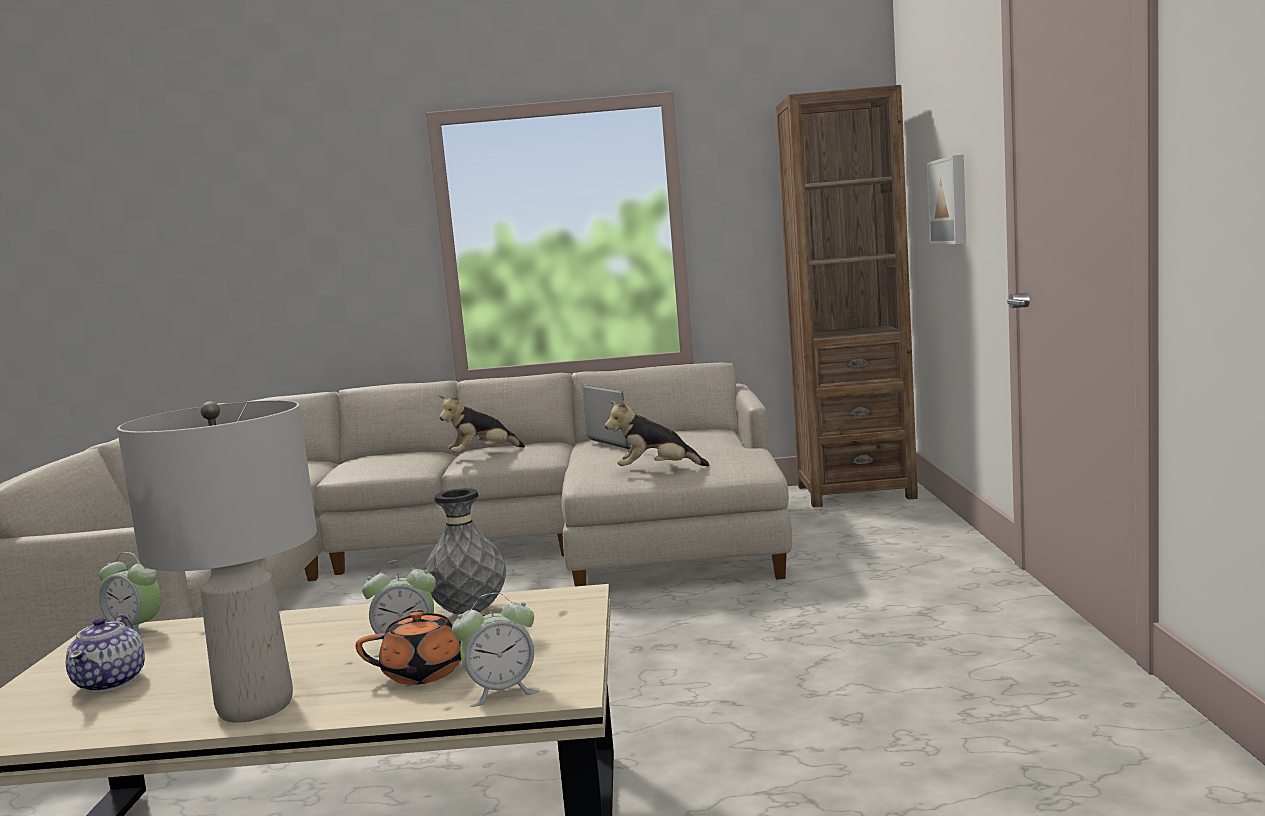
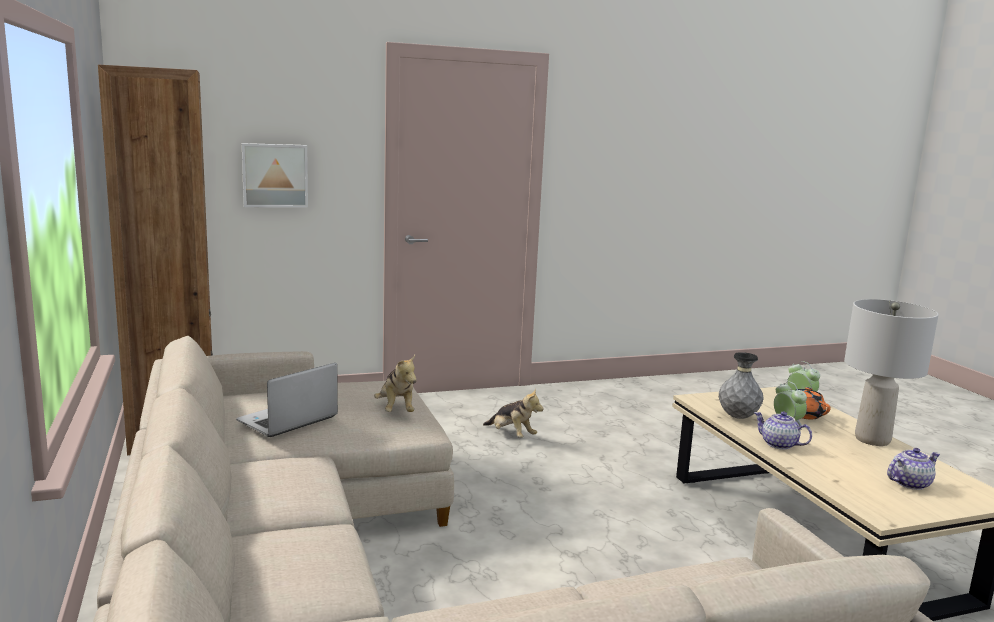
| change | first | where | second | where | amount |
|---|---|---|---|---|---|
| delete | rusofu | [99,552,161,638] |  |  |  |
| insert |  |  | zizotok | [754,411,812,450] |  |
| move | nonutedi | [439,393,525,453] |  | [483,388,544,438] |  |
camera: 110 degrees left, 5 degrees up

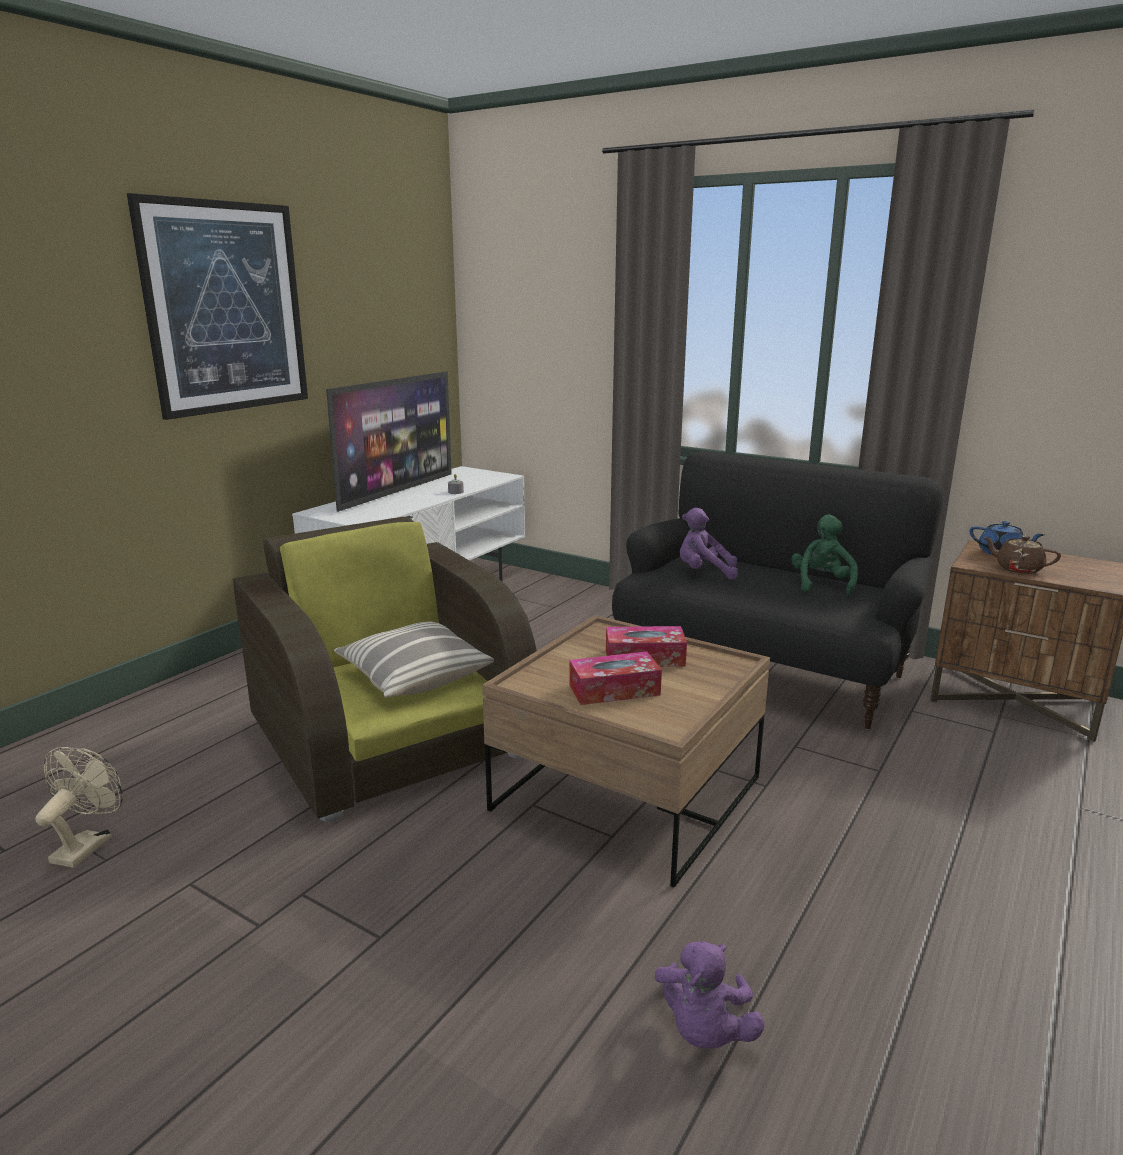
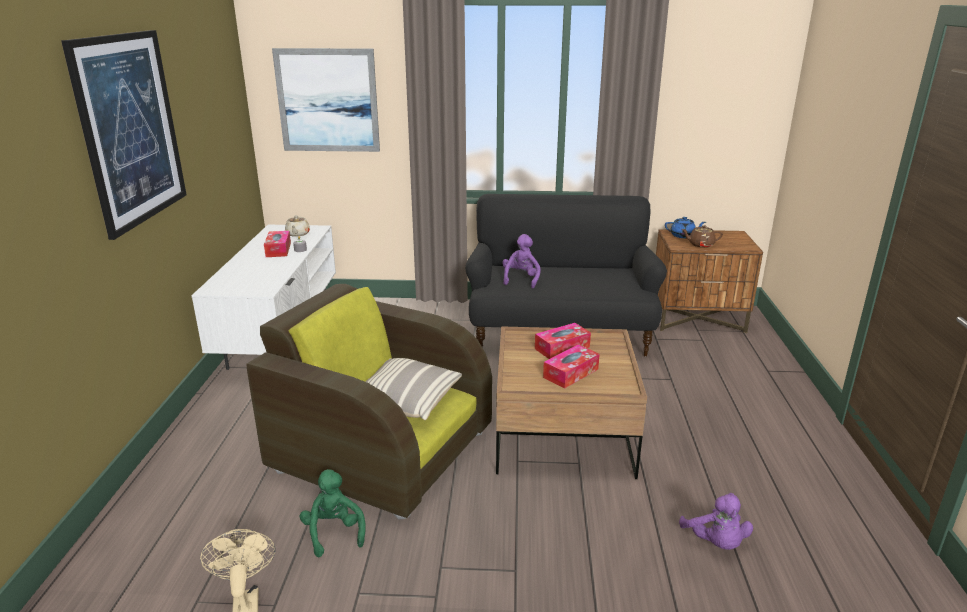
| change | first | where | second | where | amount |
|---|---|---|---|---|---|
| delete | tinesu | [326,371,452,512] |  |  |  |
| insert |  |  | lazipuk | [264,231,291,257] |  |
| insert |  |  | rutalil | [272,48,380,152] |  |
| insert |  |  | beige_zizotok | [285,215,310,237] |  |
| move | green_nonutedi | [791,514,858,596] |  | [300,469,365,557] |  |
| rotate | purple_nonutedi | [680,508,738,580] |  | [502,234,541,288] | 120 degrees clockwise |
camera: 30 degrees left, 5 degrees up

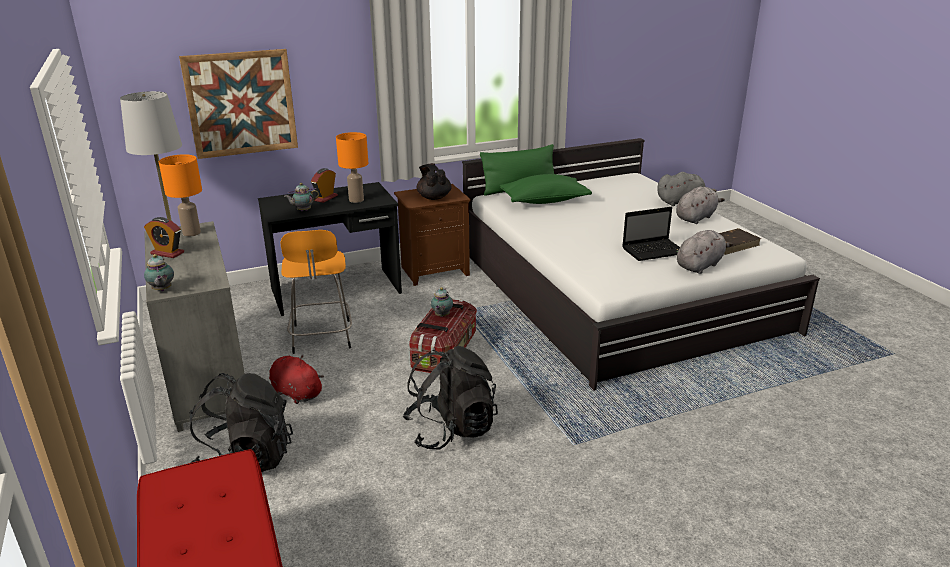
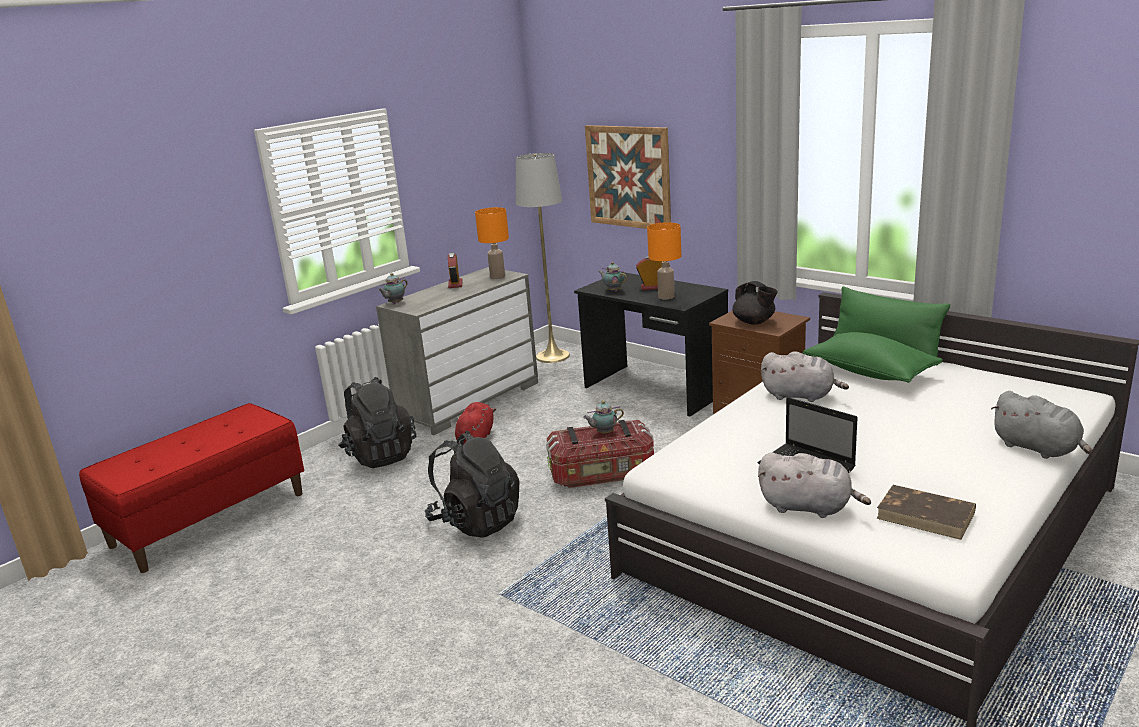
| change | first | where | second | where | amount |
|---|---|---|---|---|---|
| delete | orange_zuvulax | [281,230,352,354] |  |  |  |
| move | grey_nonutedi | [676,187,725,224] |  | [761,351,849,402] |  |
| rotate | black_zizotok | [417,163,451,200] |  | [732,281,777,325] | 105 degrees clockwise |
camera: 65 degrees right, 5 degrees down

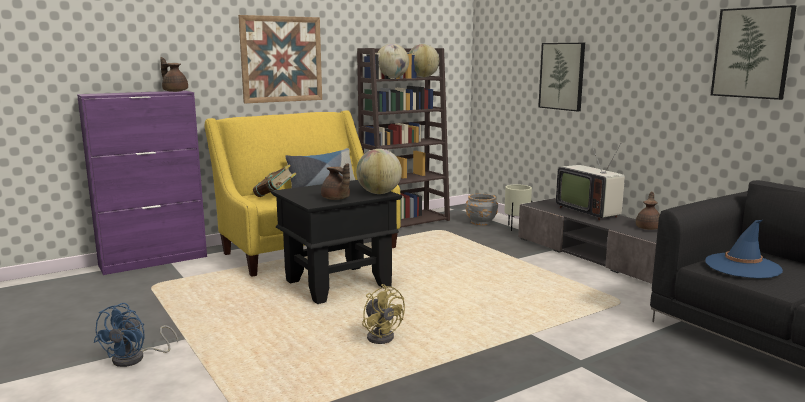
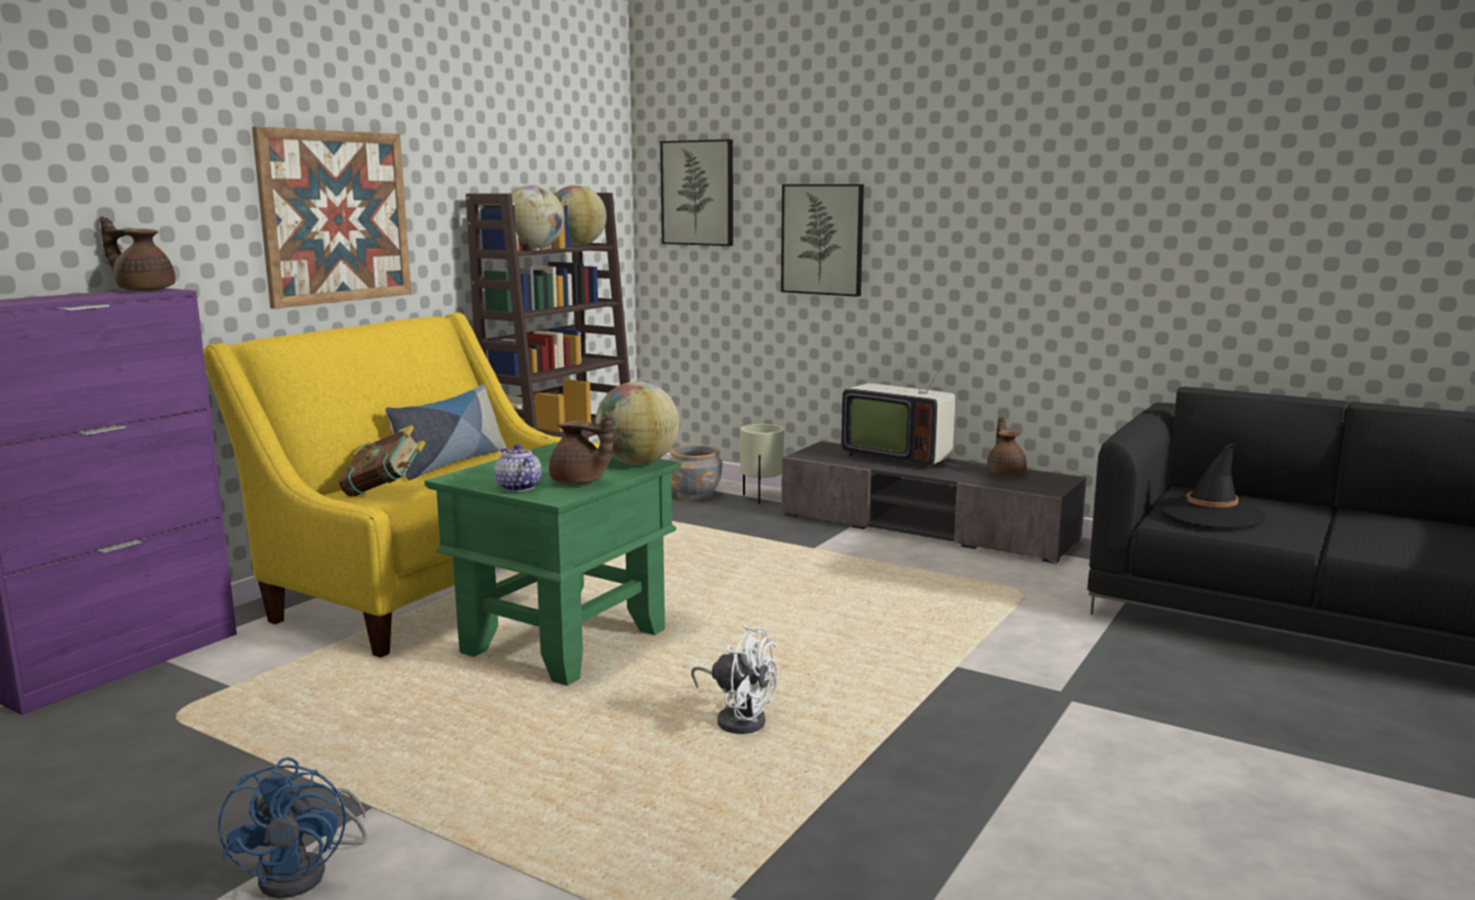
| change | first | where | second | where | amount |
|---|---|---|---|---|---|
| insert |  |  | zizotok | [495,444,542,492] |  |
| move | rutalil | [711,5,797,100] |  | [660,139,733,246] |  |
| recolor | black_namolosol | [271,180,402,304] | green_namolosol | [424,442,681,686] |  |
| recolor | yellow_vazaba | [362,284,405,344] | white_vazaba | [691,625,778,734] |  |
| recolor | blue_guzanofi | [705,220,783,279] | black_guzanofi | [1159,443,1266,528] |  |
camera: 25 degrees left, 0 degrees up

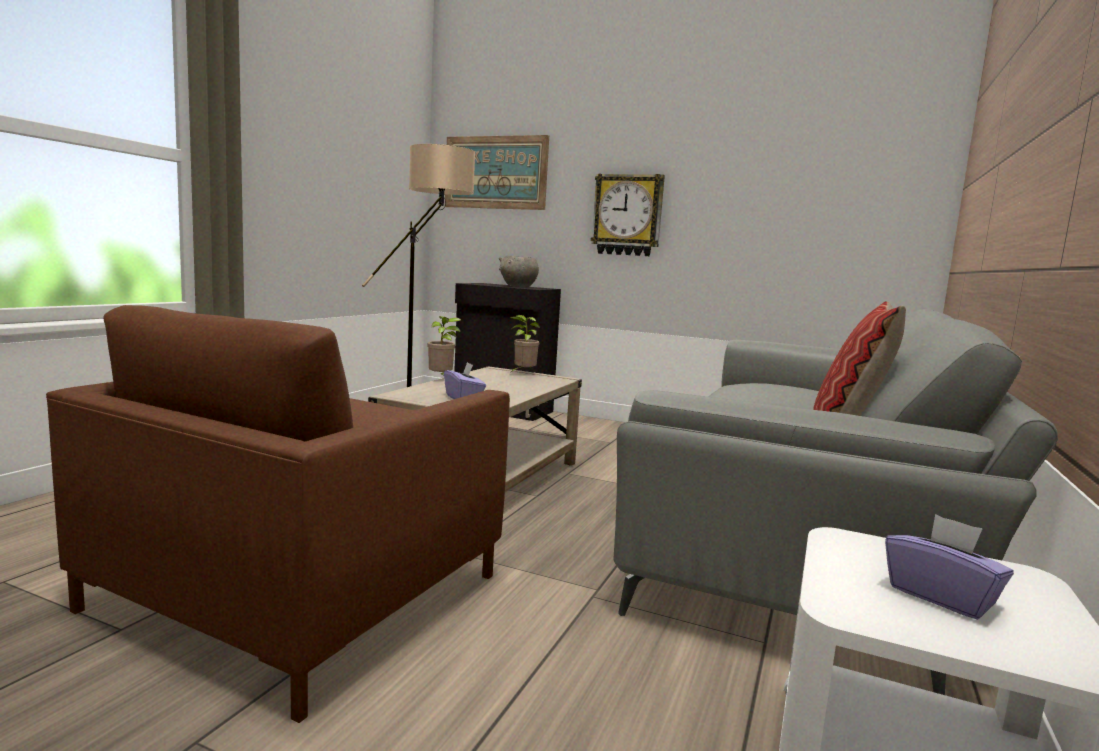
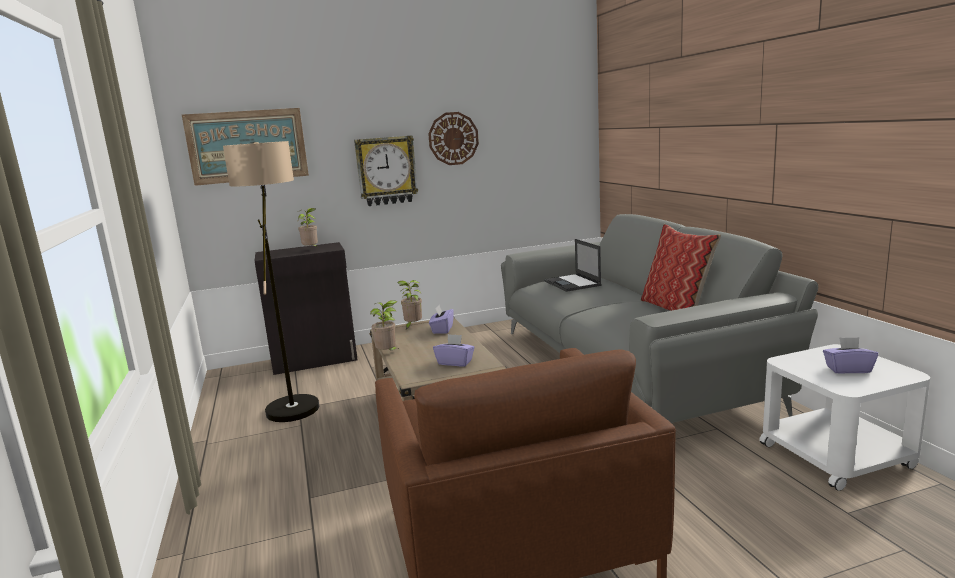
| change | first | where | second | where | amount |
|---|---|---|---|---|---|
| insert |  |  | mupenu | [428,112,479,165] |  |
| insert |  |  | purple_lazipuk | [429,305,454,334] |  |
| insert |  |  | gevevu | [544,239,602,292] |  |
| replace | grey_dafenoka | [498,256,539,288] | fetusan | [297,208,318,247] |  |
camera: 40 degrees left, 5 degrees up

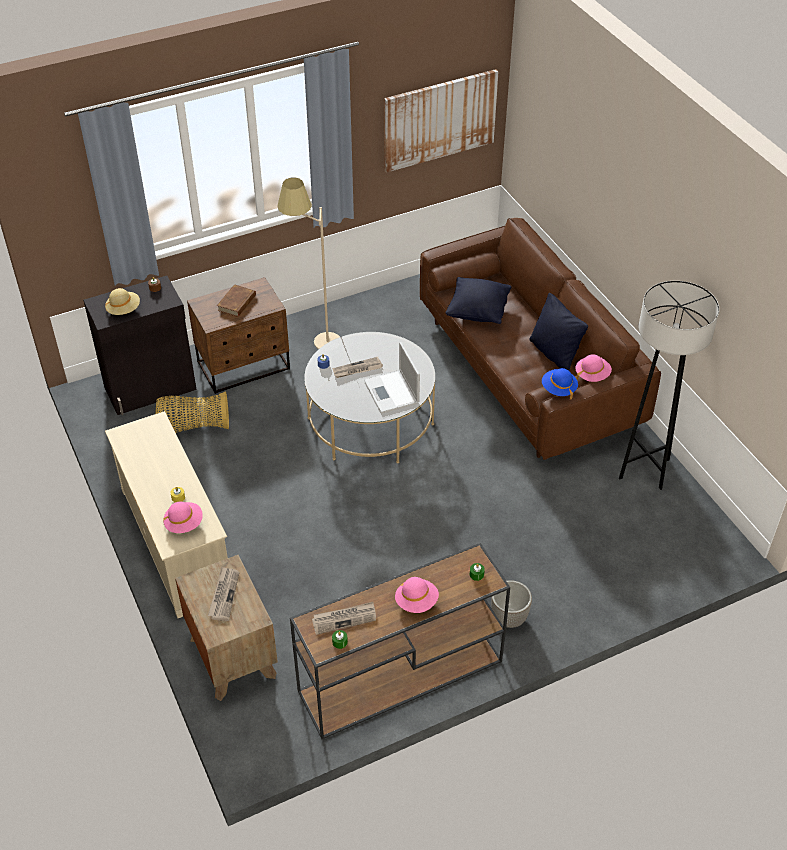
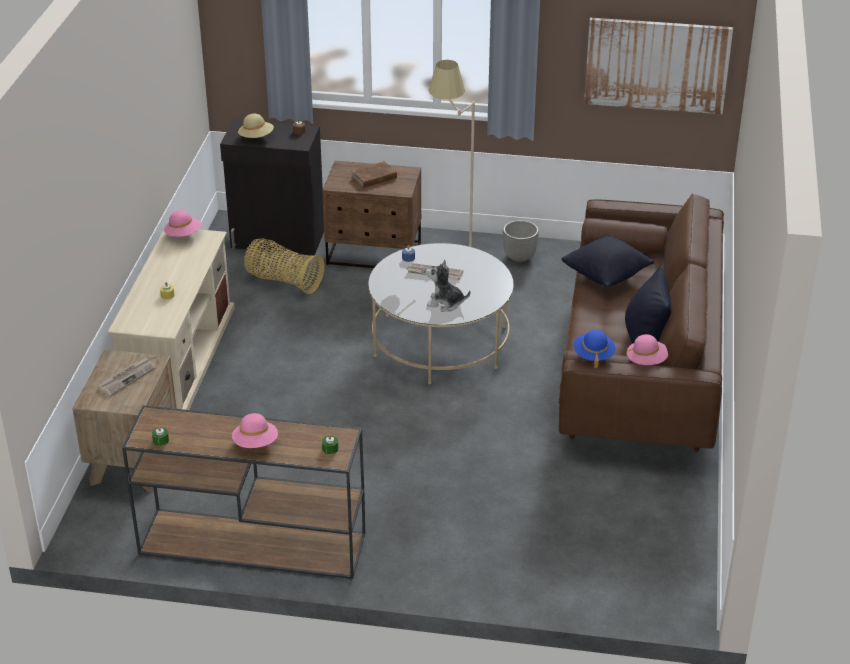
| change | first | where | second | where | amount |
|---|---|---|---|---|---|
| delete | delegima | [312,602,376,635] |  |  |  |
| delete | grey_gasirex | [619,281,719,490] |  |  |  |
| move | pink_guzanofi | [163,502,203,533] |  | [164,210,202,237] |  |
| move | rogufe | [491,580,532,628] |  | [503,220,539,262] |  |
| replace | gevevu | [364,342,420,413] | nonutedi | [425,260,470,311] |  |
camera: 35 degrees right, 10 degrees down

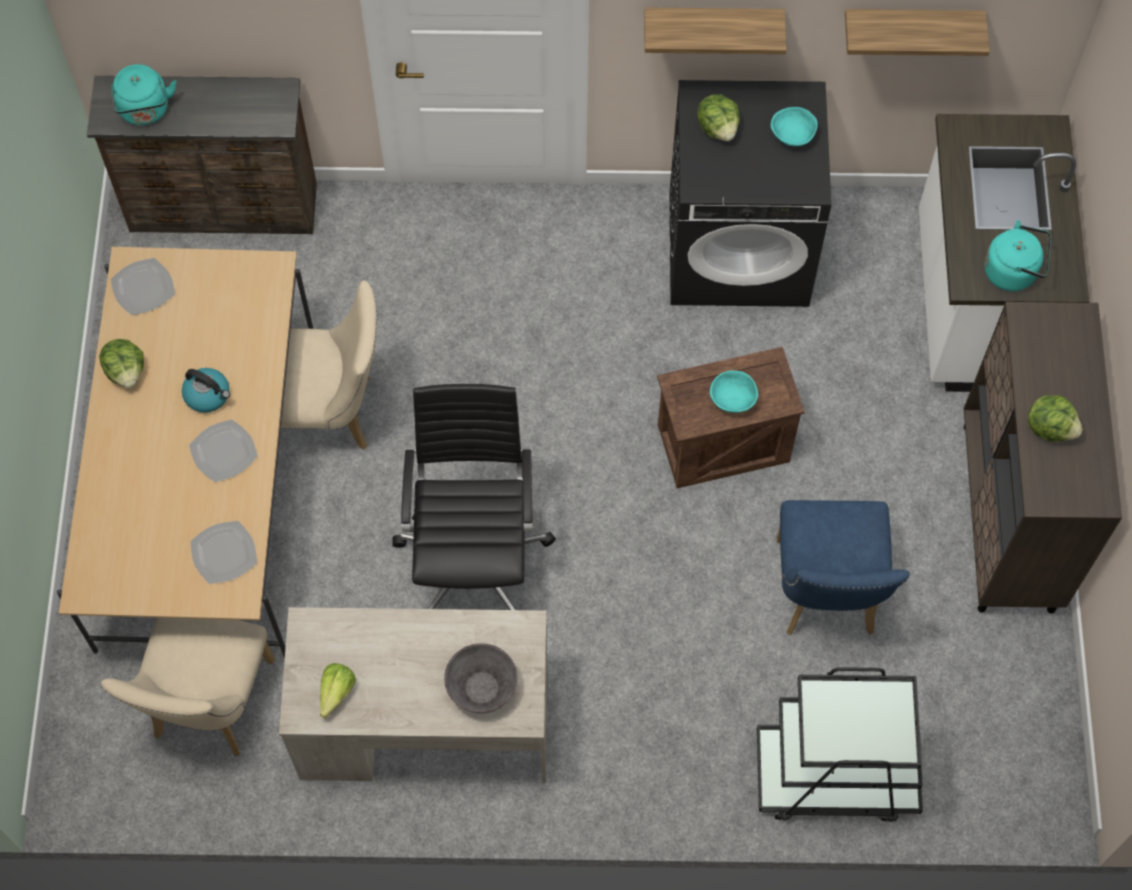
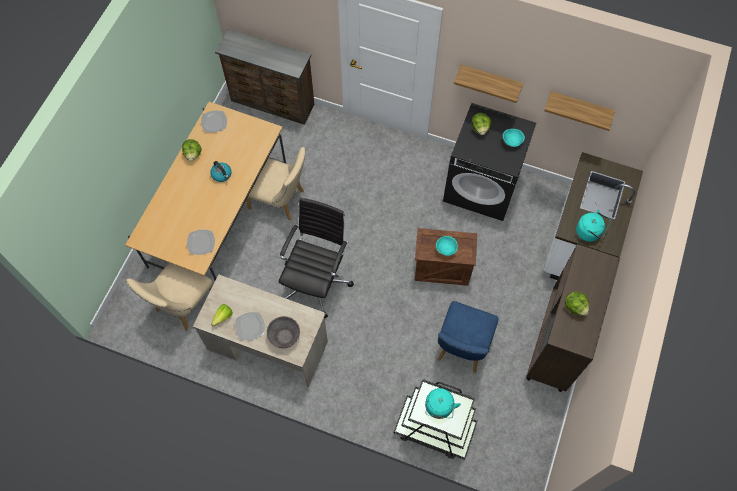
| change | first | where | second | where | amount |
|---|---|---|---|---|---|
| move | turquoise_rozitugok | [111,64,176,125] |  | [425,388,461,419] |  |
| move | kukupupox | [189,419,258,482] |  | [235,312,265,340] |  |
camera: 20 degrees right, 0 degrees up

